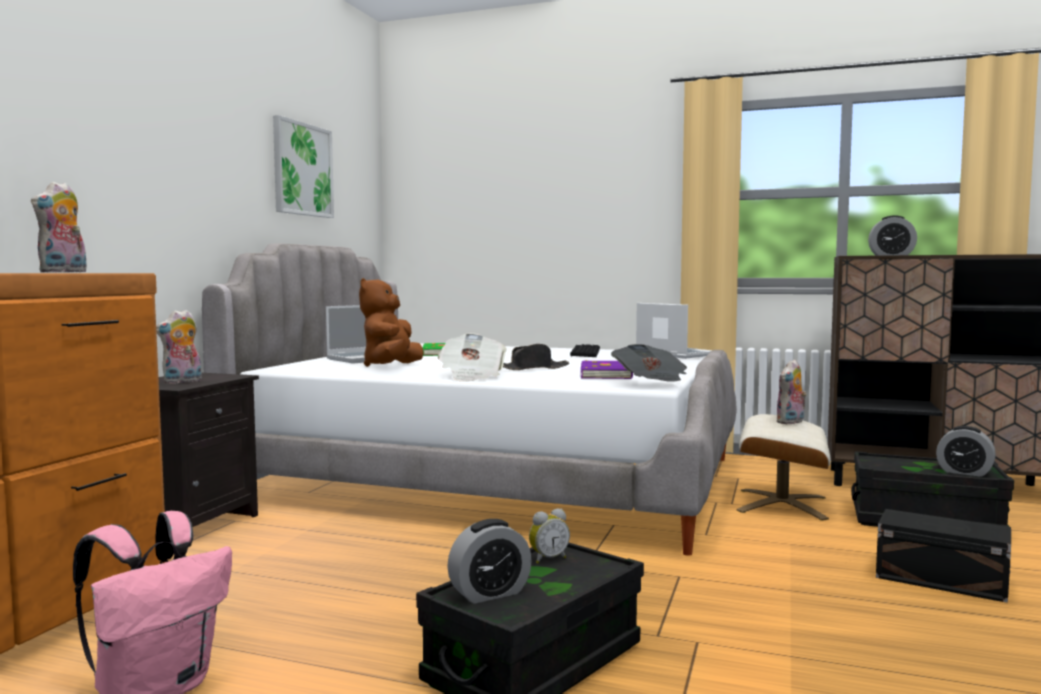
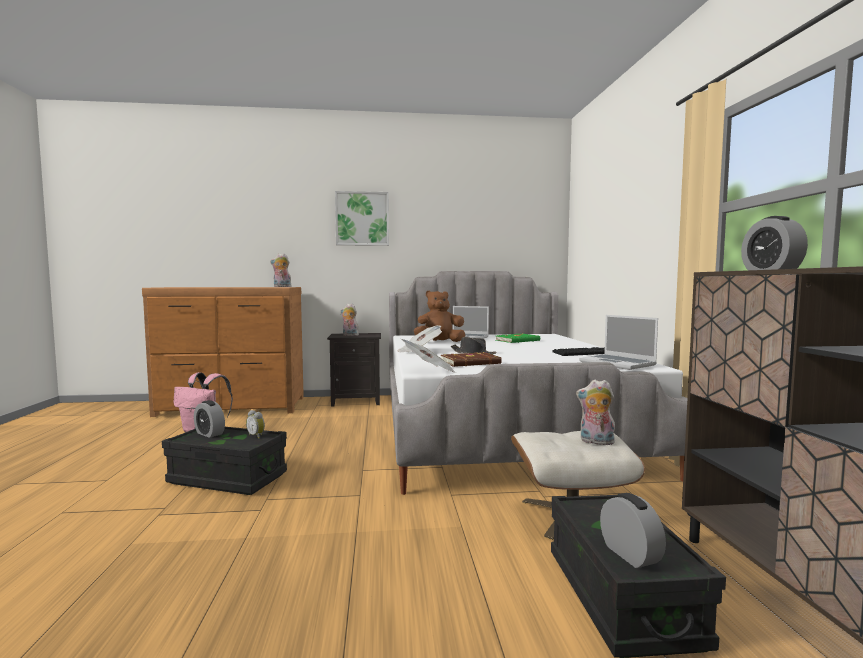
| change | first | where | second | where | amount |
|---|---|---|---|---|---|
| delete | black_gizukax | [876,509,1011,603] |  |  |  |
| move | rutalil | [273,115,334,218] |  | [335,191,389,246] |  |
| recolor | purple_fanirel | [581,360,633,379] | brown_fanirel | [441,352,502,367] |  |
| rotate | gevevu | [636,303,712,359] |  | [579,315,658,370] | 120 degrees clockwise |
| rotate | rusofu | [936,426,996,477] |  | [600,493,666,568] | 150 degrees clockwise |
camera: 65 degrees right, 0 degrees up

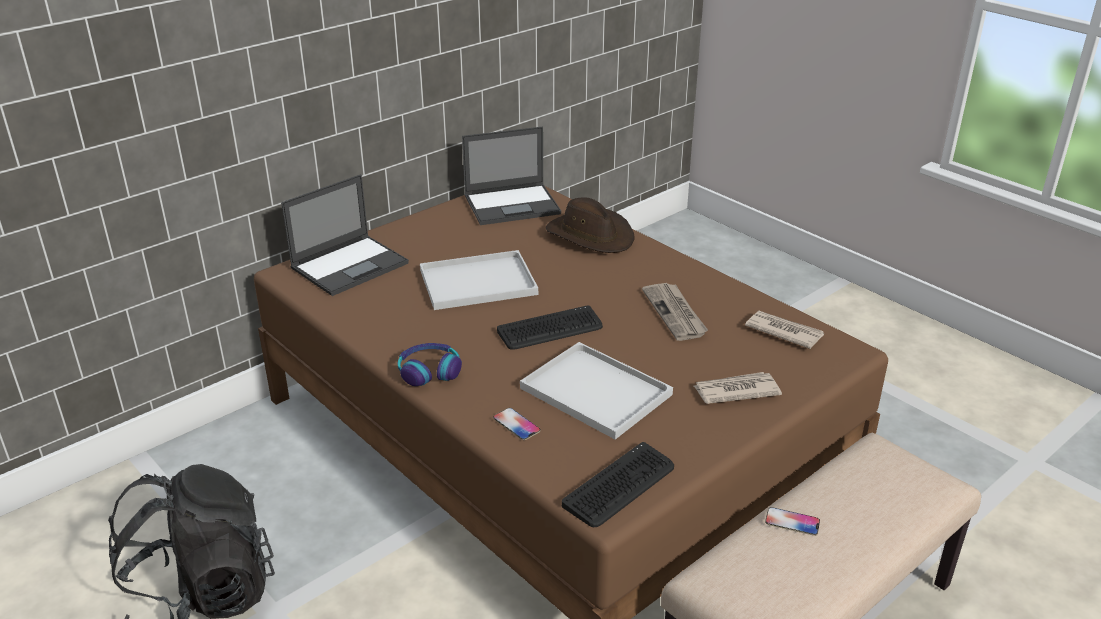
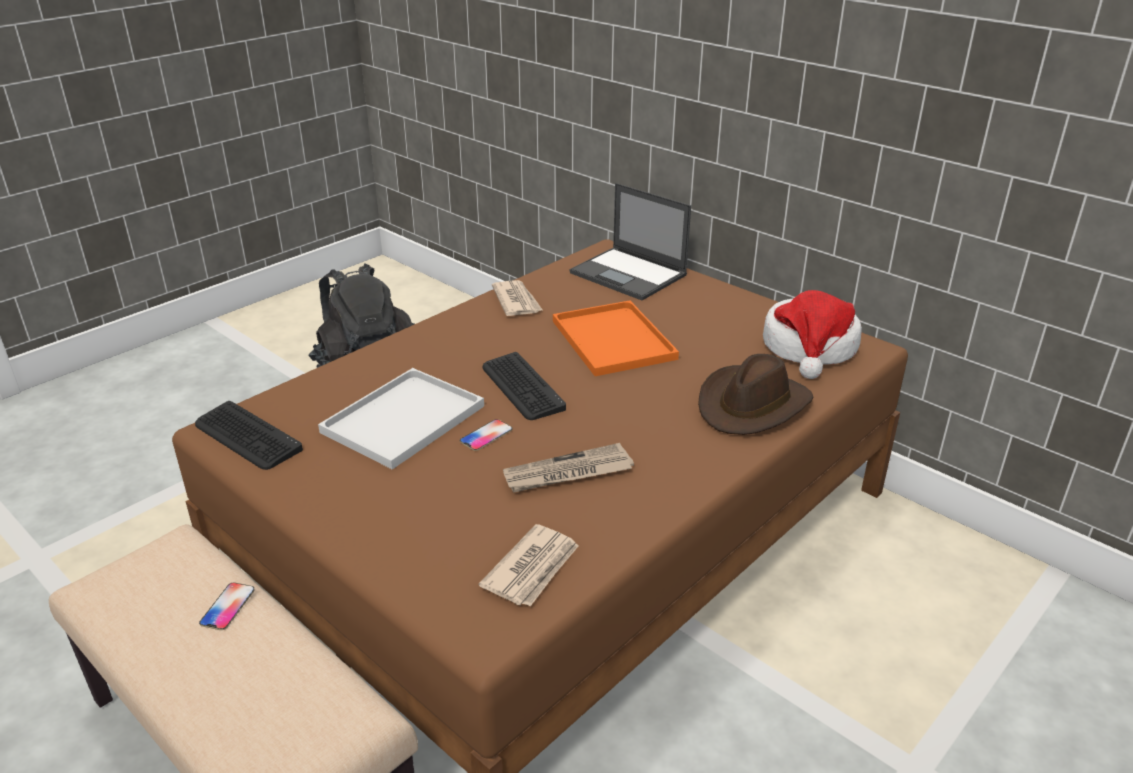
| change | first | where | second | where | amount |
|---|---|---|---|---|---|
| delete | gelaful | [398,343,462,386] |  |  |  |
| move | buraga | [493,408,540,440] |  | [460,419,512,451] |  |
| move | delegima | [694,372,782,404] |  | [492,280,542,316] |  |
| replace | gevevu | [462,127,561,225] | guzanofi | [763,290,862,379] |  |
| recolor | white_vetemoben | [420,250,538,310] | orange_vetemoben | [553,300,679,376] |  |
camera: 85 degrees right, 0 degrees up

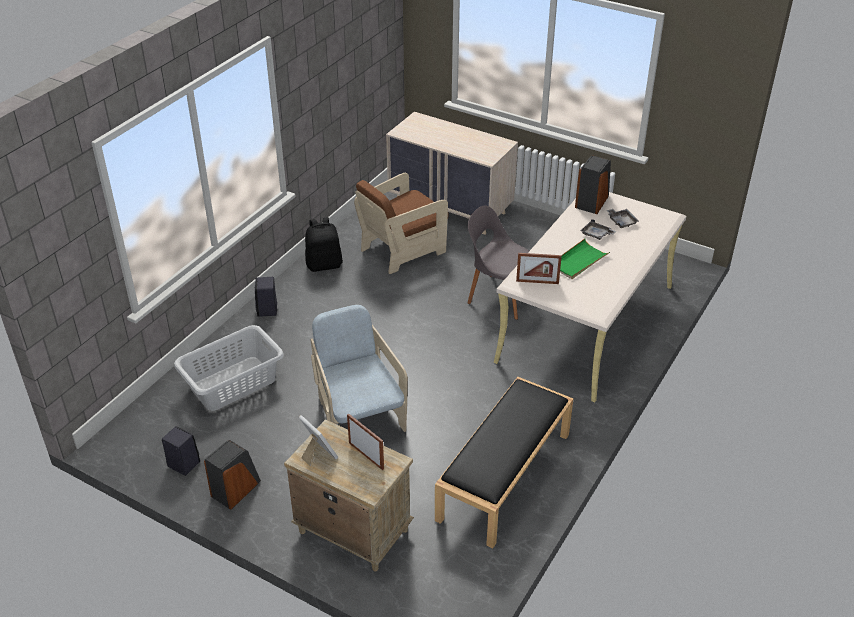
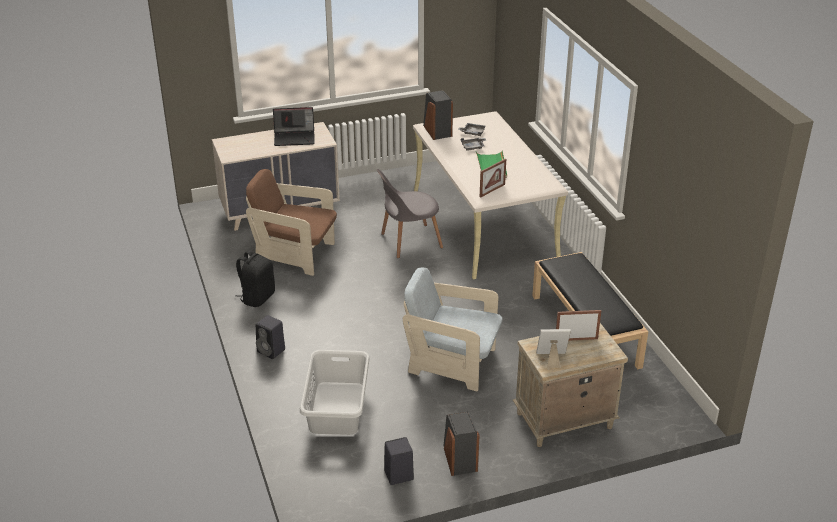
| change | first | where | second | where | amount |
|---|---|---|---|---|---|
| insert |  |  | gevevu | [273,107,315,146] |  |
| rotate | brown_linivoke | [354,173,449,274] |  | [246,169,337,276] | 105 degrees clockwise |
camera: 50 degrees left, 5 degrees down

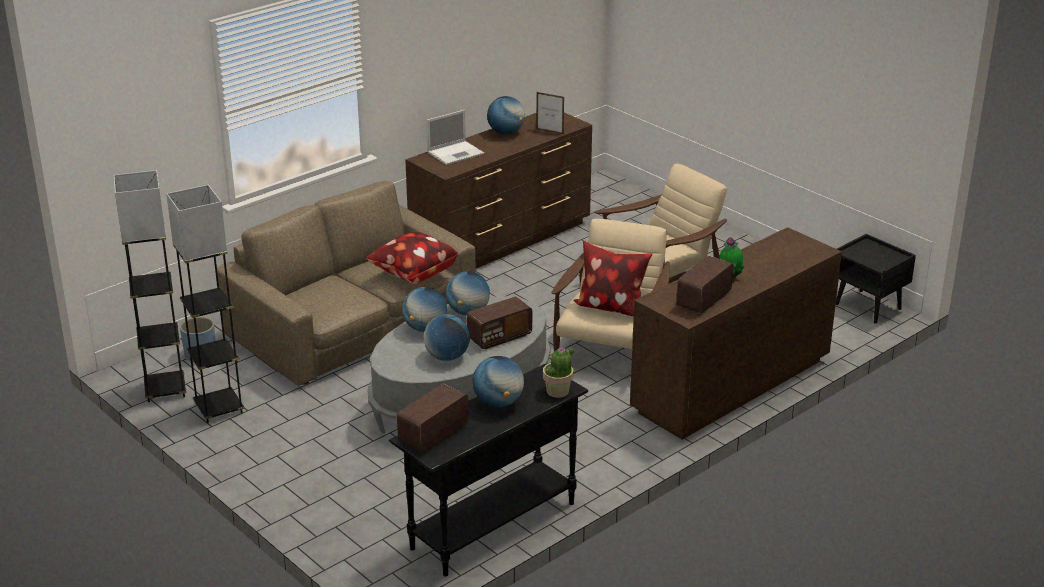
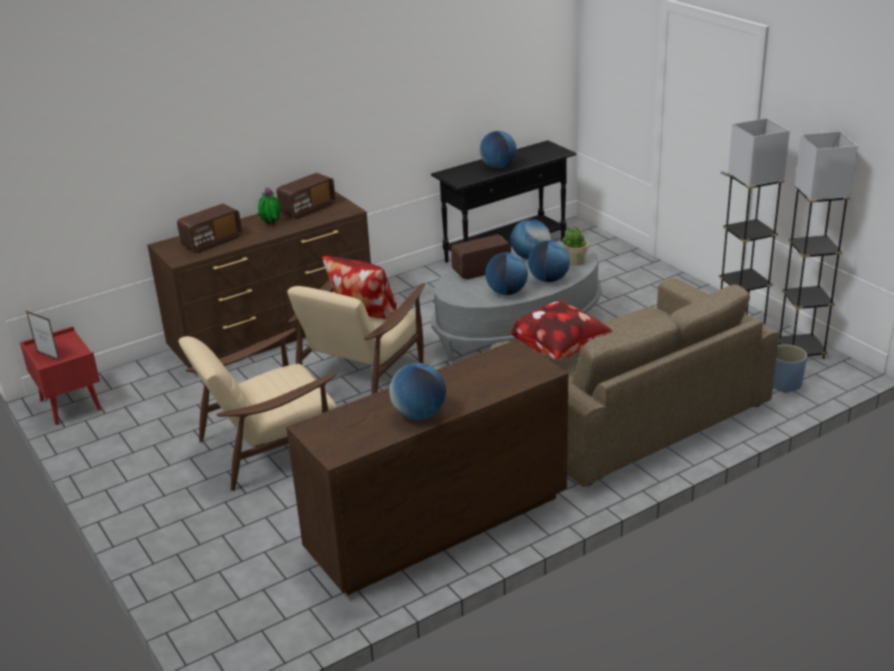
| change | first | where | second | where | amount |
|---|---|---|---|---|---|
| delete | gevevu | [426,110,484,165] |  |  |  |
| move | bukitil | [397,384,469,453] |  | [177,204,242,253] |  |
| move | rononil | [537,92,564,134] |  | [26,311,60,361] |  |
| move | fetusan | [543,347,574,398] |  | [563,225,588,266] |  |
| recolor | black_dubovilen | [836,234,916,324] | red_dubovilen | [20,326,101,425] |  |
camera: 170 degrees left, 0 degrees up

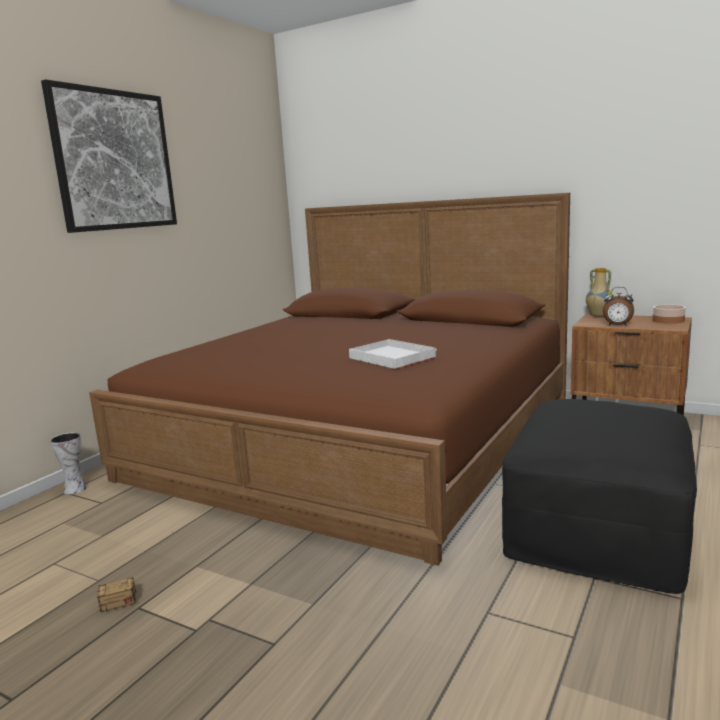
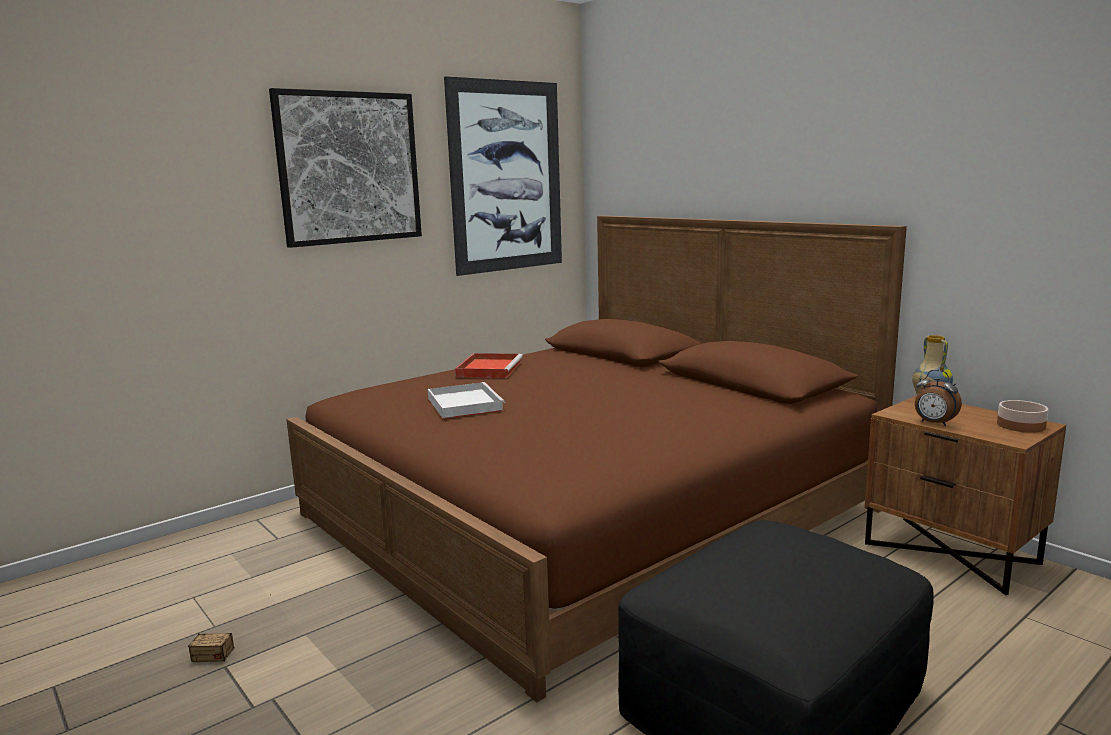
| change | first | where | second | where | amount |
|---|---|---|---|---|---|
| delete | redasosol | [50,432,87,494] |  |  |  |
| insert |  |  | rutalil | [444,76,562,276] |  |
| insert |  |  | red_vetemoben | [455,353,523,378] |  |
| move | white_vetemoben | [349,339,437,369] |  | [428,382,506,419] |  |
camera: 20 degrees right, 0 degrees up

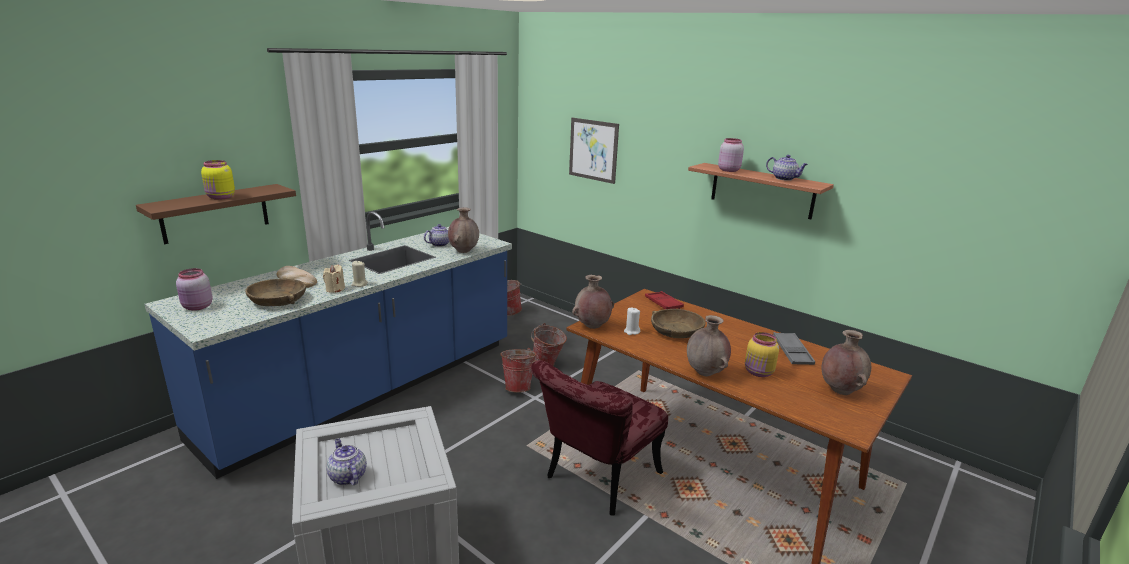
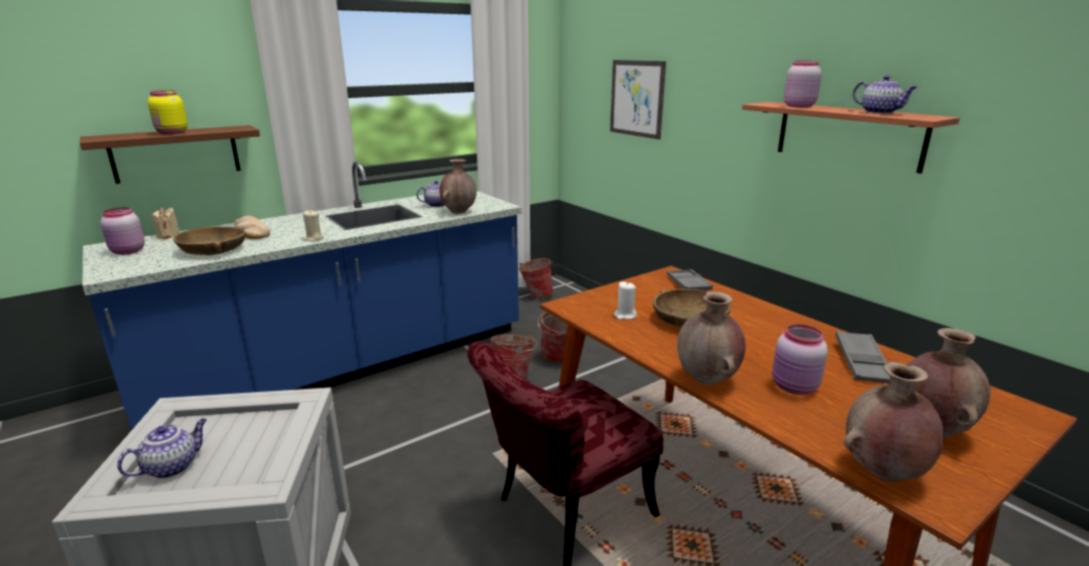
| change | first | where | second | where | amount |
|---|---|---|---|---|---|
| move | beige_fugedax | [323,265,345,293] |  | [152,207,180,239] |  |
| move | brown_redasosol | [572,275,614,329] |  | [844,362,944,482] |  |
| recolor | red_vetemoben | [645,291,684,309] | grey_vetemoben | [667,269,713,291] |  |
| recolor | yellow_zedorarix | [745,332,779,377] | pink_zedorarix | [772,324,828,395] |  |
| rotate | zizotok | [326,439,367,485] |  | [117,419,207,479] | 60 degrees clockwise |
camera: 15 degrees right, 0 degrees up

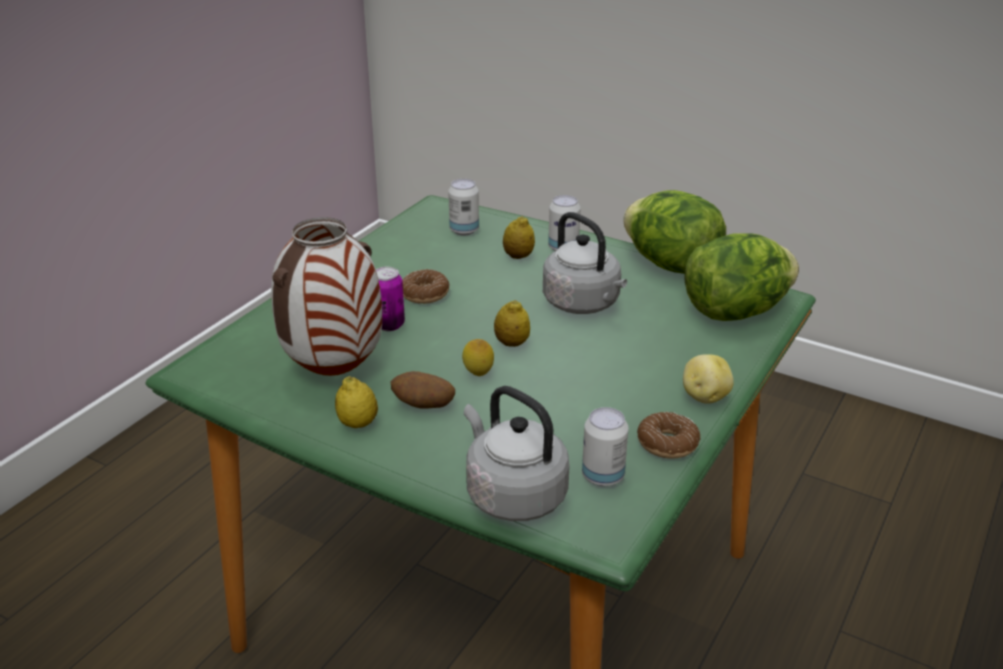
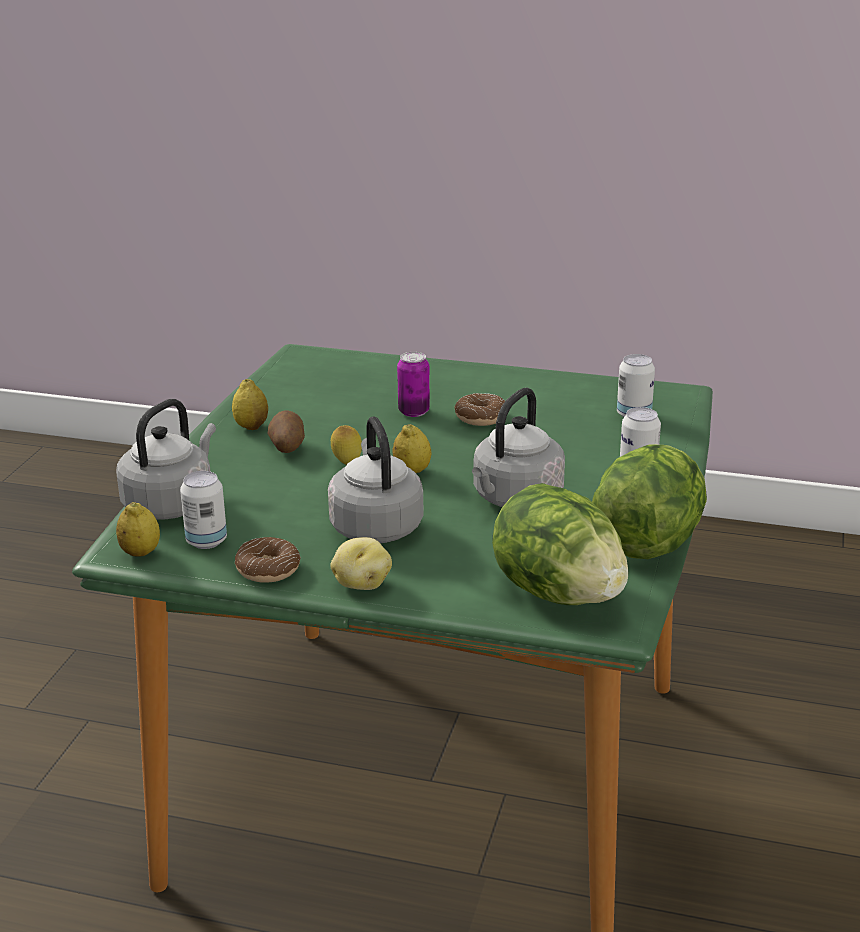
| change | first | where | second | where | amount |
|---|---|---|---|---|---|
| delete | redasosol | [271,217,382,376] |  |  |  |
| insert |  |  | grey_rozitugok | [328,417,424,543] |  |
| move | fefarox | [503,216,535,259] |  | [116,502,160,557] |  |
camera: 75 degrees right, 5 degrees down

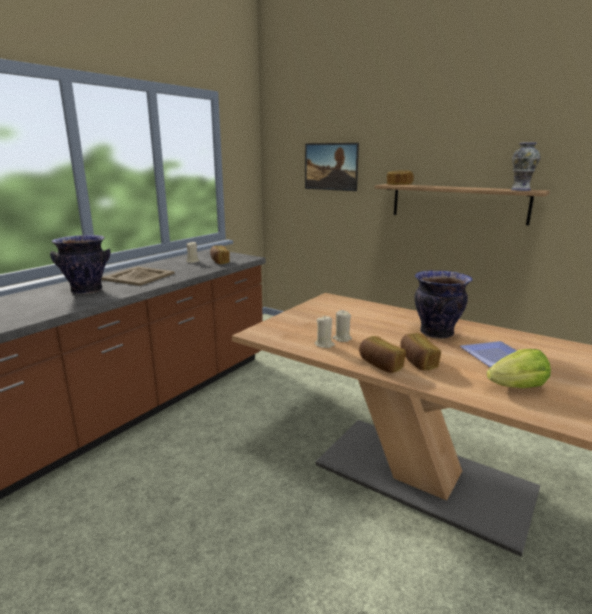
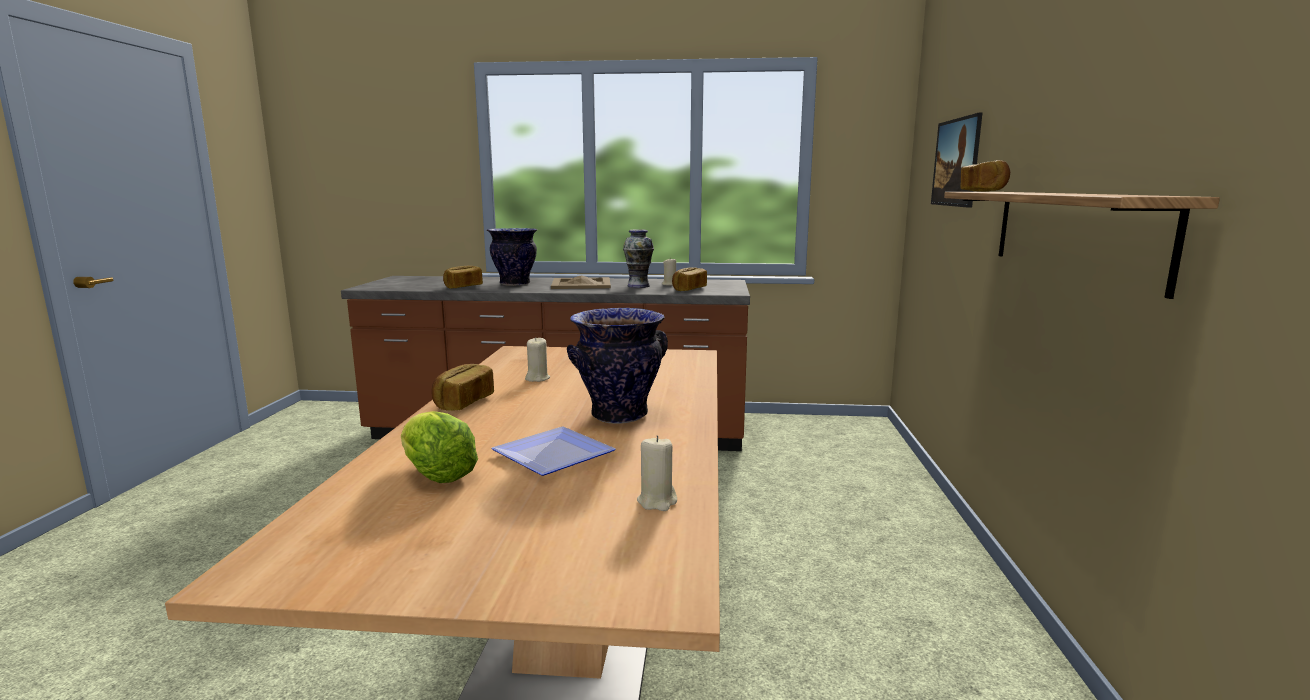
| change | first | where | second | where | amount |
|---|---|---|---|---|---|
| move | beige_fugedax | [315,316,335,348] |  | [637,436,677,511] |  |
| move | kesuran | [400,333,441,370] |  | [443,266,483,289] |  |
| move | redasosol | [511,142,541,191] |  | [623,229,654,288] |  |
camera: 60 degrees right, 5 degrees down

